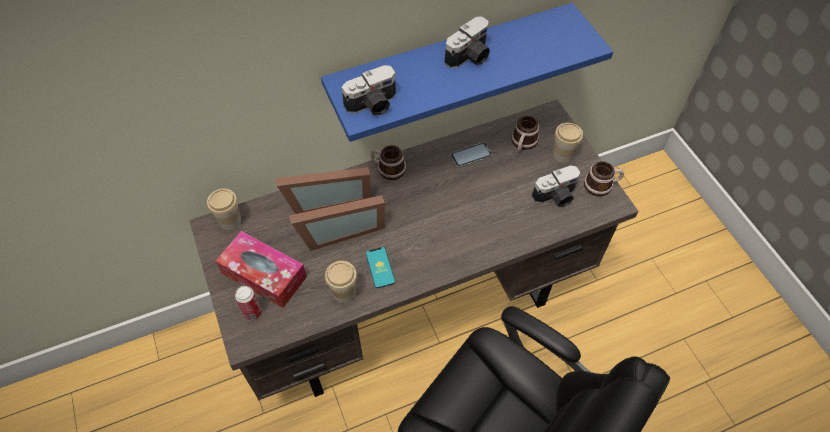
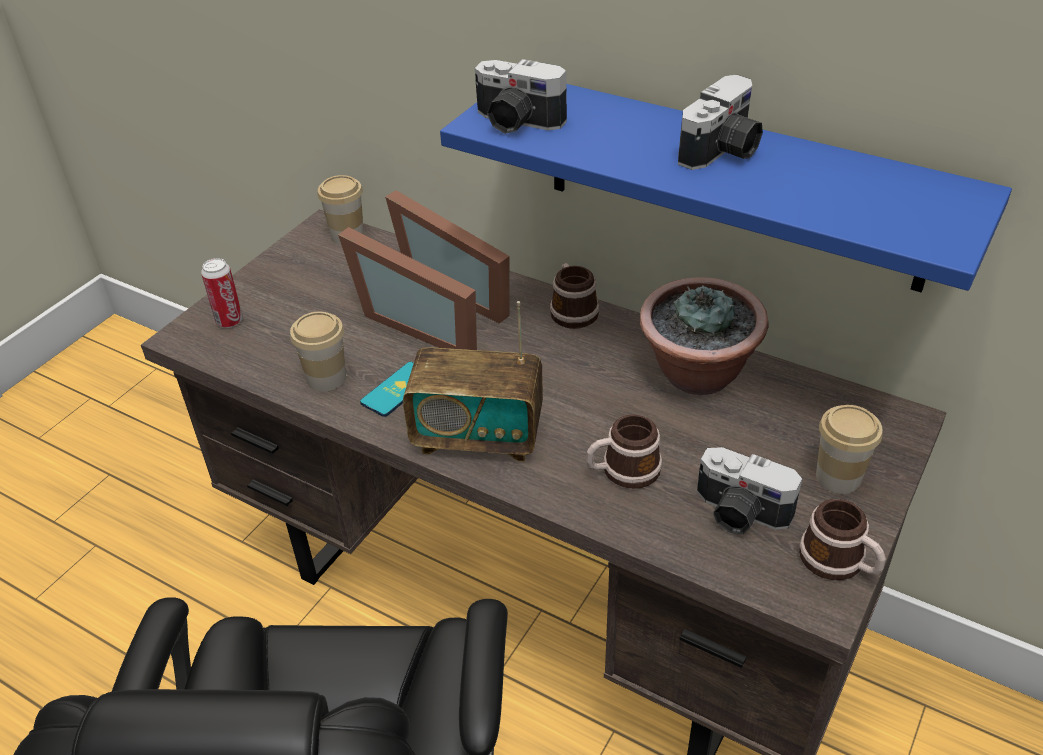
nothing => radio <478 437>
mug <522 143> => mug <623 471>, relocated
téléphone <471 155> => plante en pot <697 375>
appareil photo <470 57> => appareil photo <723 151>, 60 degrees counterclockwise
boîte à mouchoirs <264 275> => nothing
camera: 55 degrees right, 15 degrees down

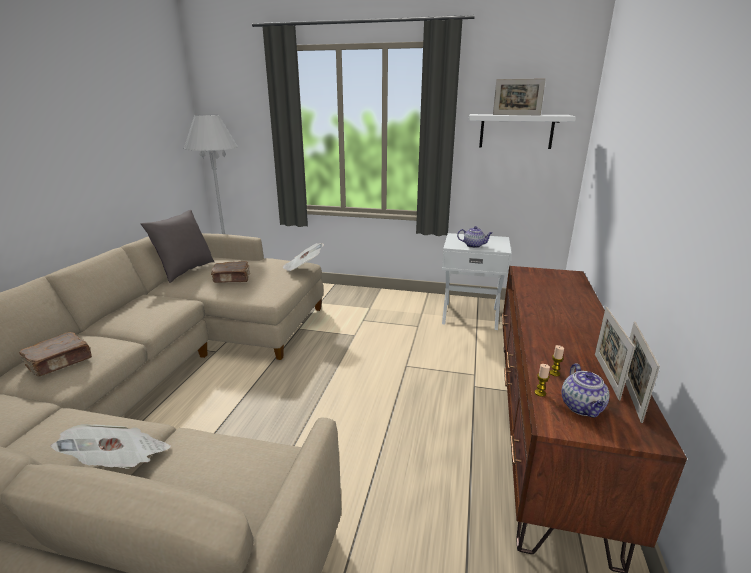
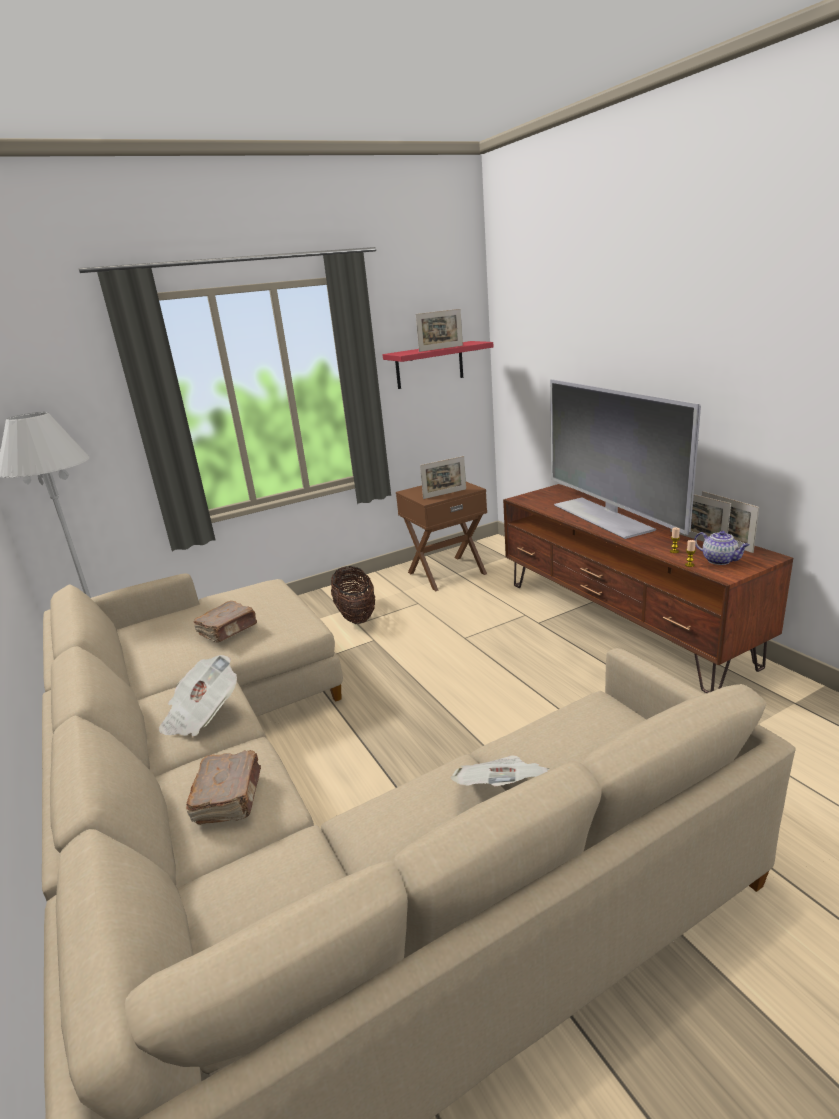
journal <303 267> => journal <202 715>, relocated
nothing => panier <356 615>
étagère (blanc) <516 131> => étagère (rouge) <429 365>
table de chevet (blanc) <470 315> => table de chevet (marron) <446 572>
théière <474 245> => cadre photo <444 494>
nothing => téléviseur <603 516>
coussin (gris) <185 271> => nothing
camera: 40 degrees left, 0 degrees up

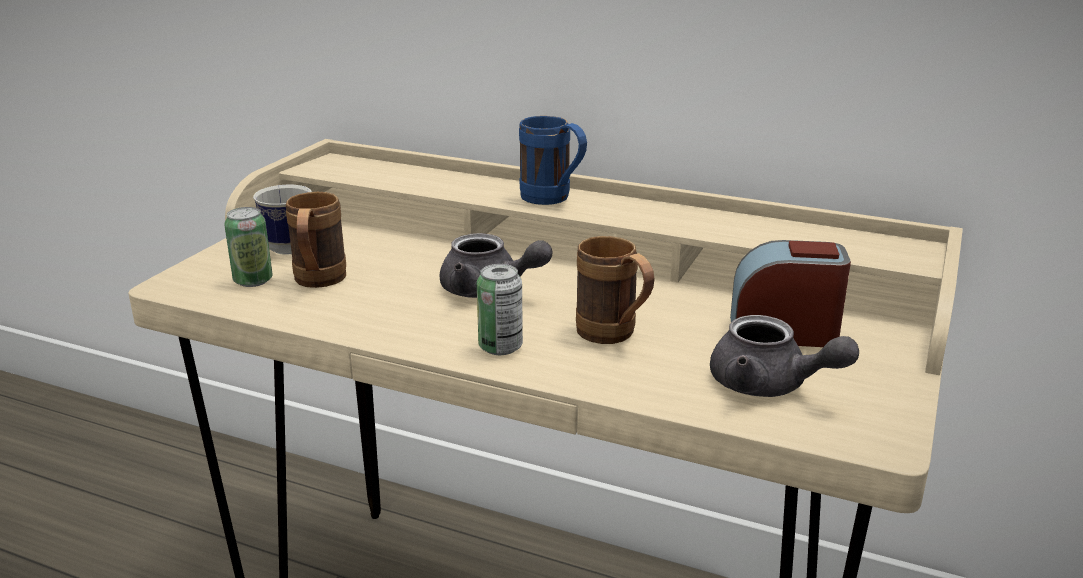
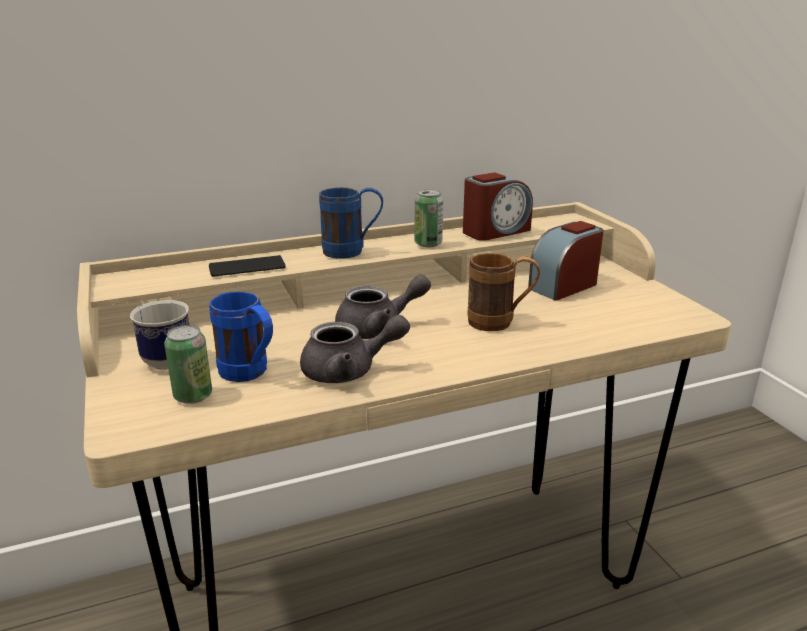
nothing => téléphone <247 267>
mug (marron) <317 282> => mug (bleu) <250 374>
théière (gris) <769 386> => théière (gris) <349 371>, relocated
boîte métallique <500 347> => boîte métallique <428 243>, relocated
nothing => réveil <495 231>
camera: 45 degrees left, 0 degrees up

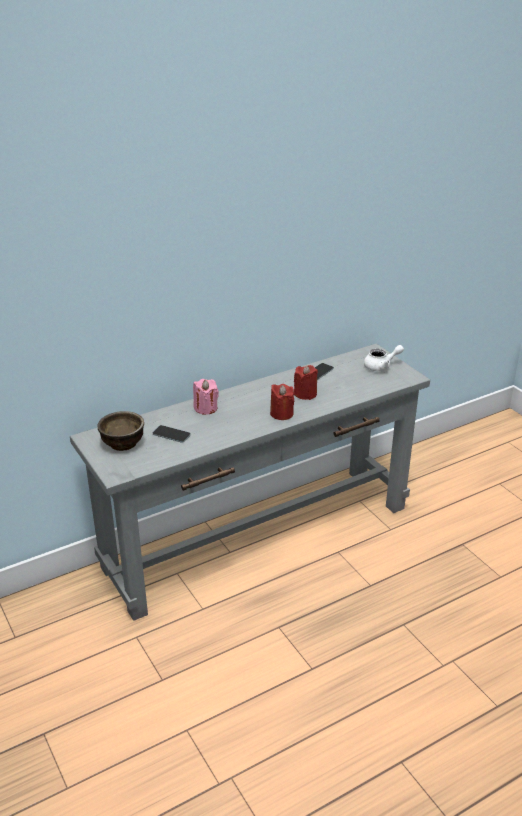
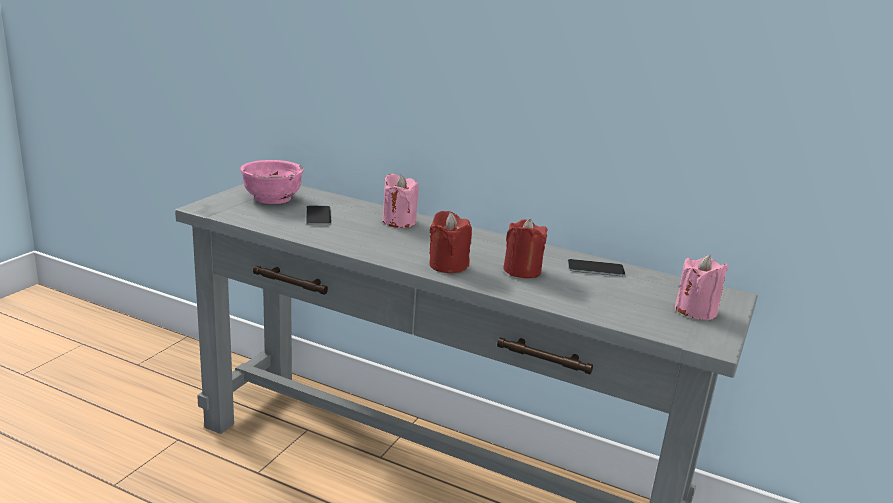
bol (marron) <123 443> => bol (rose) <272 199>
théière (blanc) <381 366> => bougie (rose) <695 311>
camera: 55 degrees right, 10 degrees down

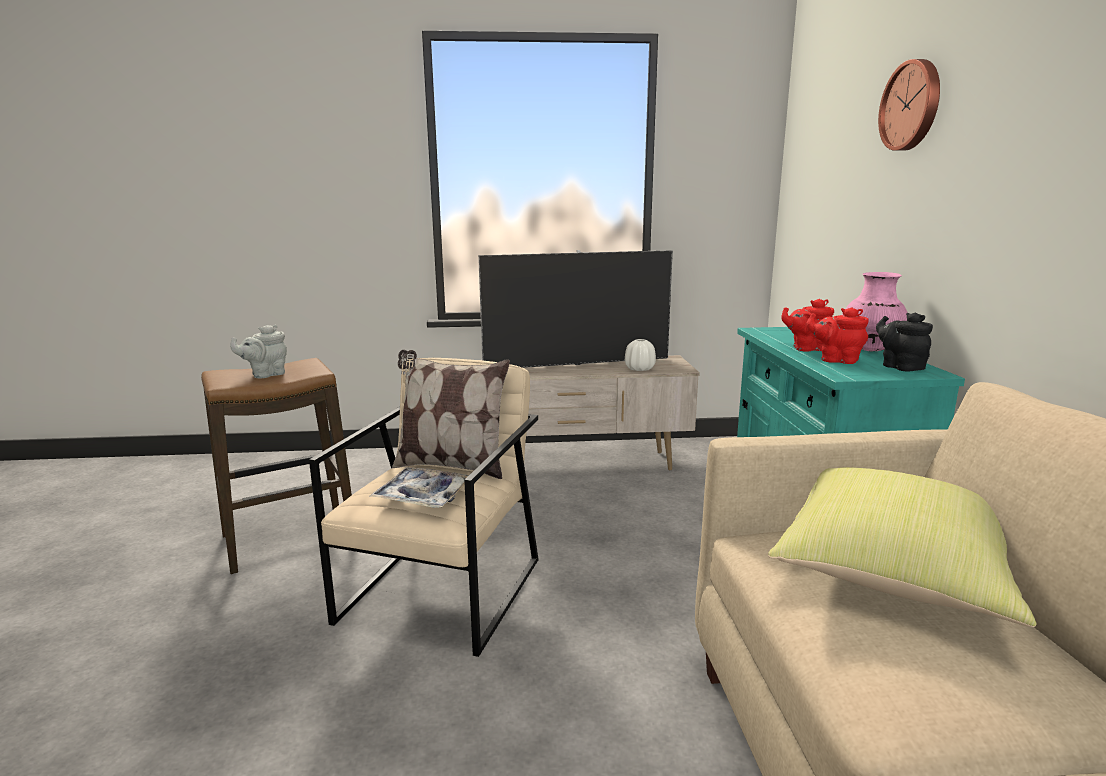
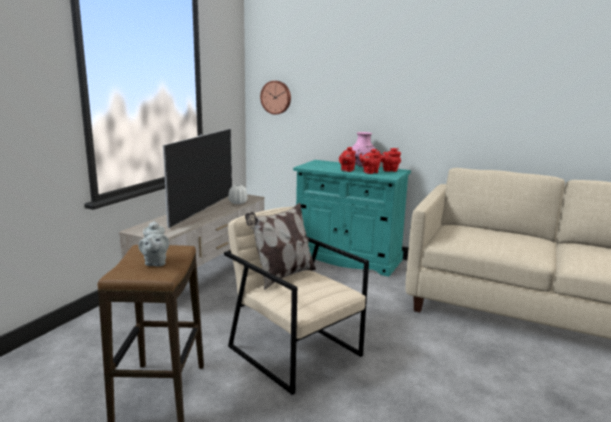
horloge murale <912 106> => horloge murale <276 97>, relocated
théière (noir) <900 366> => théière (rouge) <389 170>
plateau <423 496> => nothing
coussin (jaune) <898 575> => nothing
camera: 60 degrees left, 0 degrees up

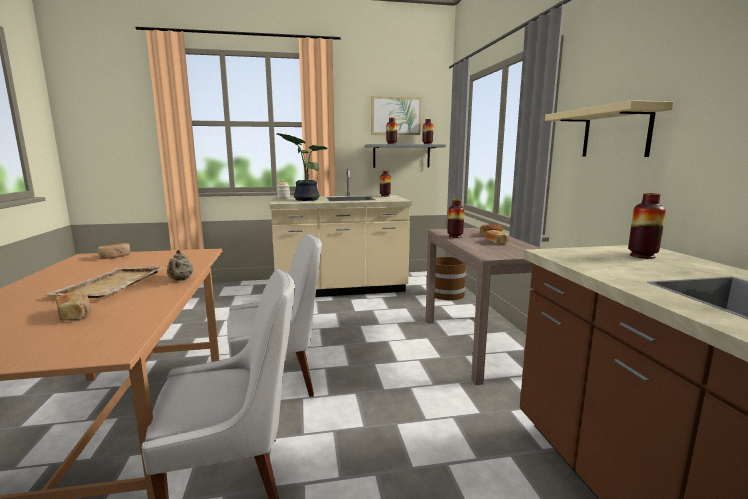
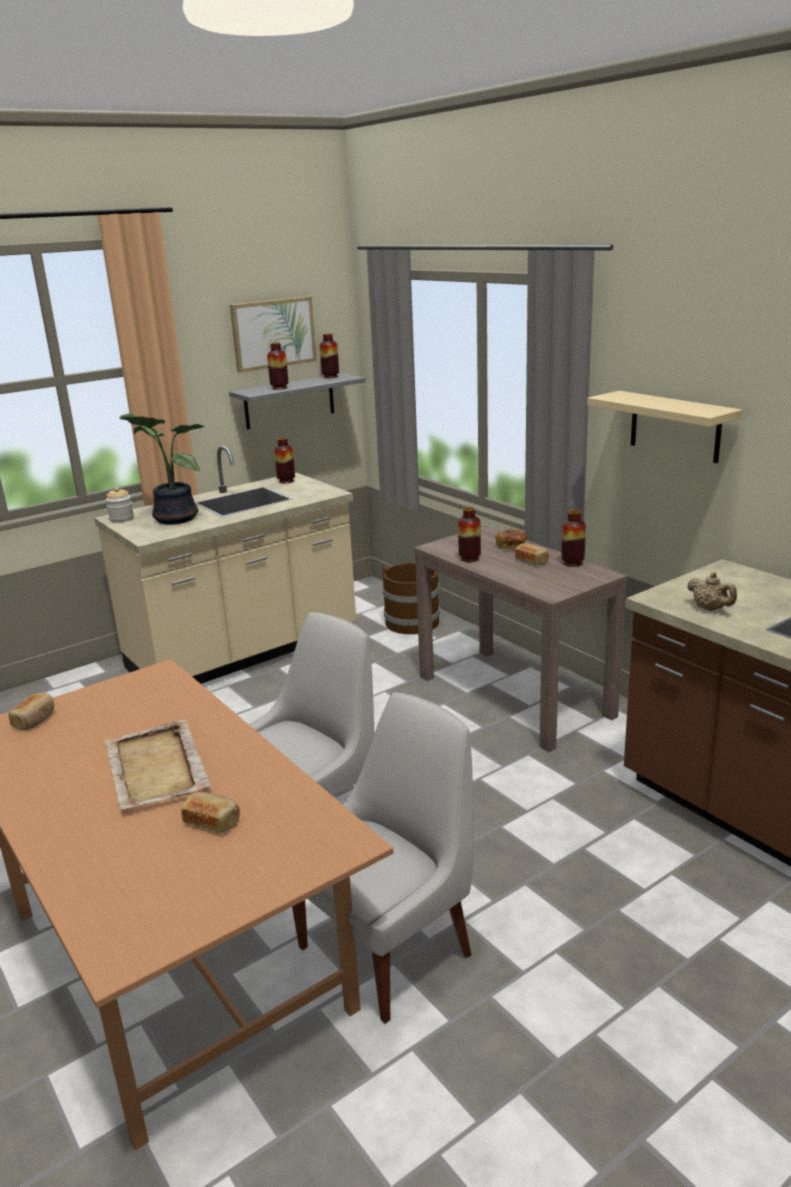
vase <642 256> => vase <572 563>, relocated
théière (beige) <180 280> => théière (beige) <710 609>, relocated
camera: 25 degrees left, 10 degrees up

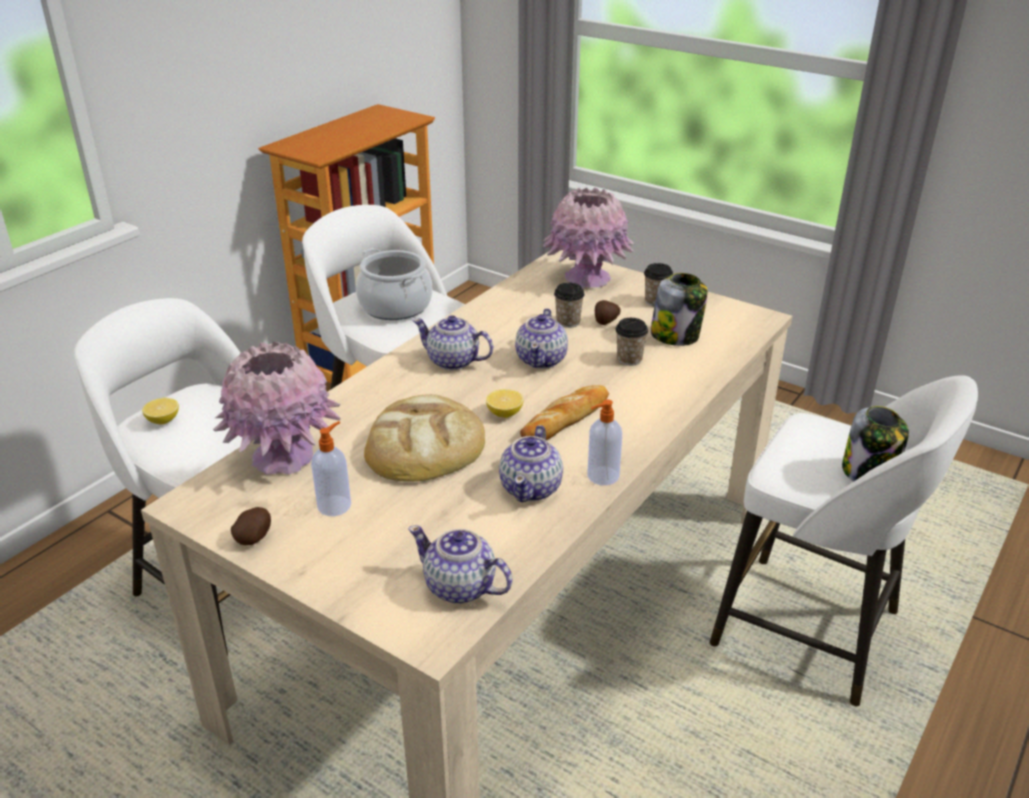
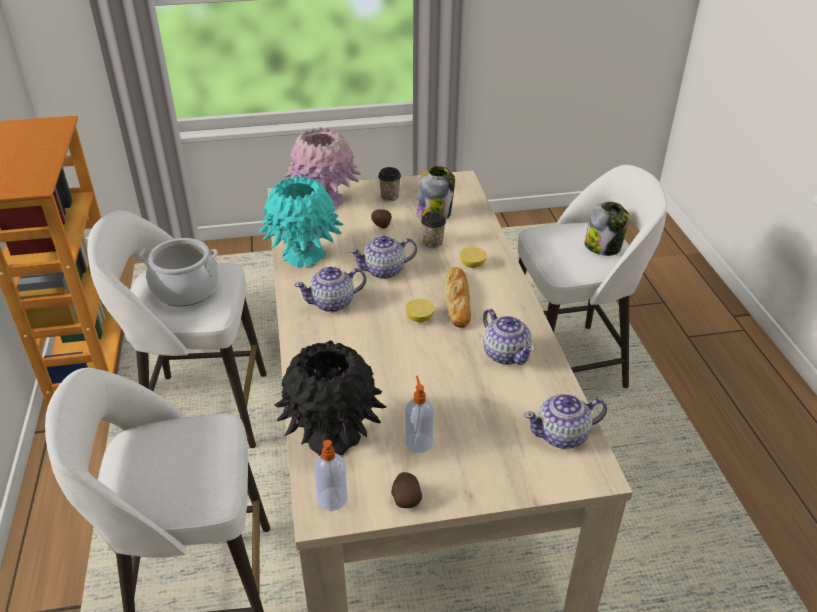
nothing => vase (turquoise) <303 255>
vase (rose) <284 457> => vase (noir) <332 435>
distributeur de savon <602 476> => distributeur de savon <332 500>, relocated
théière <542 359> => théière <384 271>, 105 degrees clockwise
citron <163 420> => citron <472 265>, relocated
pain <424 445> => nothing
tasse <568 322> => nothing
camera: 45 degrees left, 5 degrees up

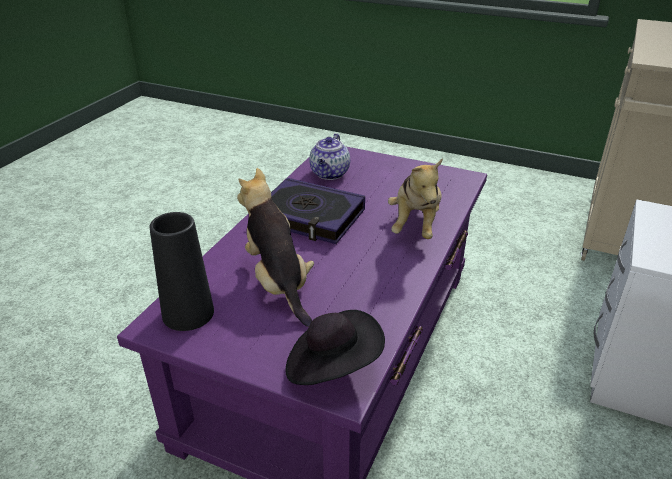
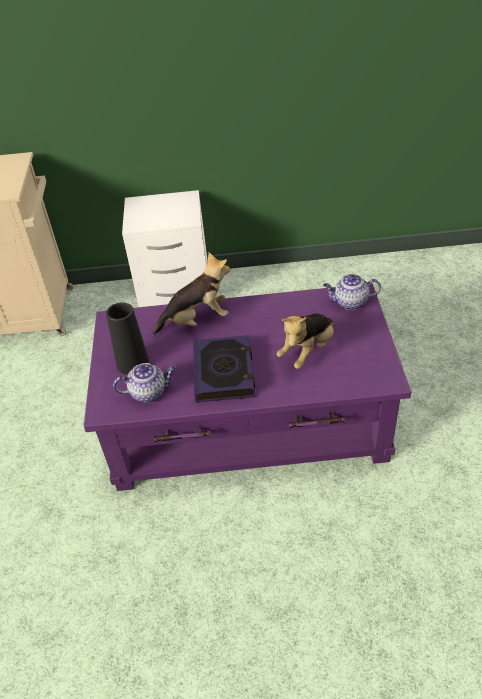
vase (noir) <188 313> => vase (noir) <132 363>, relocated
chapeau (noir) <332 366> => théière <350 303>
camera: 115 degrees left, 10 degrees up

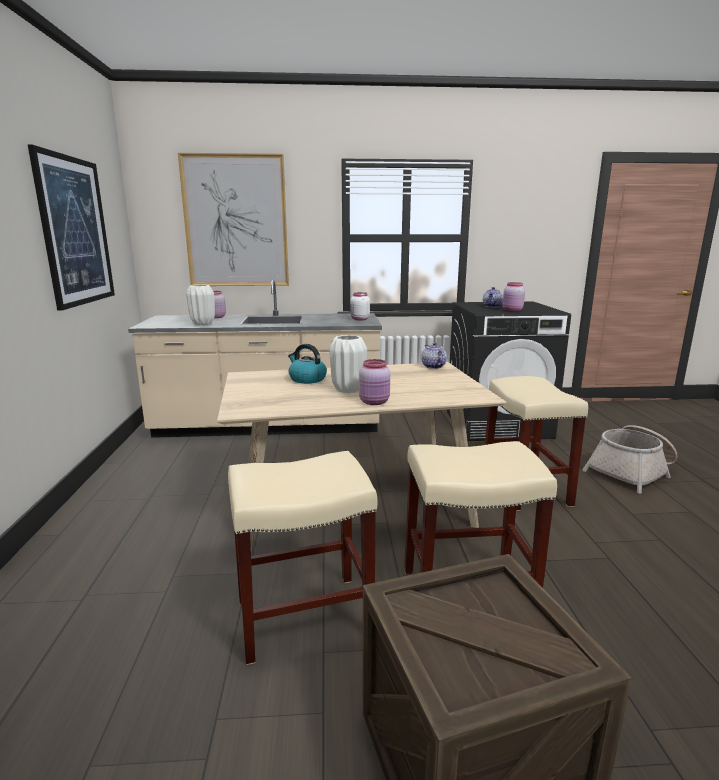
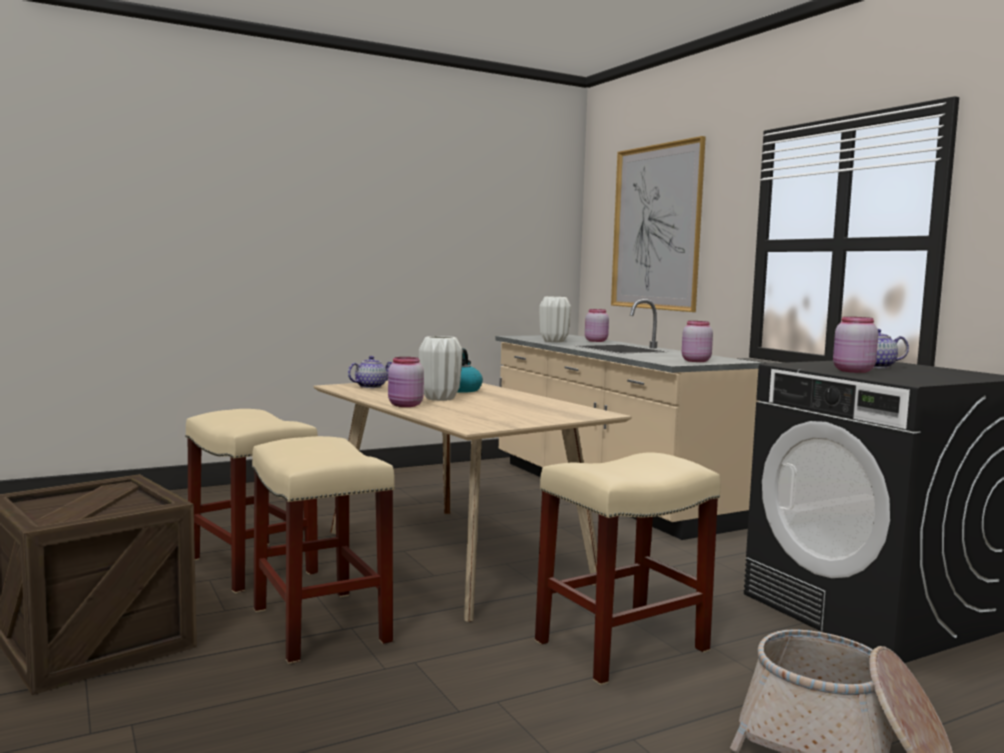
théière <432 366> => théière <370 386>, relocated
bocal (blanc) <359 319> => bocal (rose) <695 361>
tableau <75 231> => nothing
camera: 65 degrees right, 10 degrees down

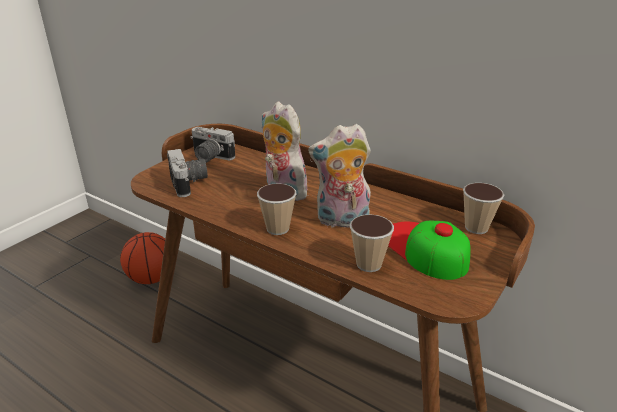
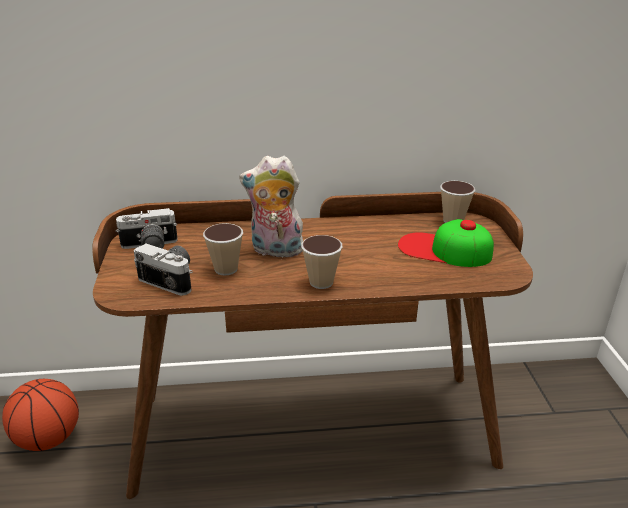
tasse <368 264> => tasse <226 269>, relocated
peluche <341 221> => nothing
camera: 40 degrees left, 0 degrees up

